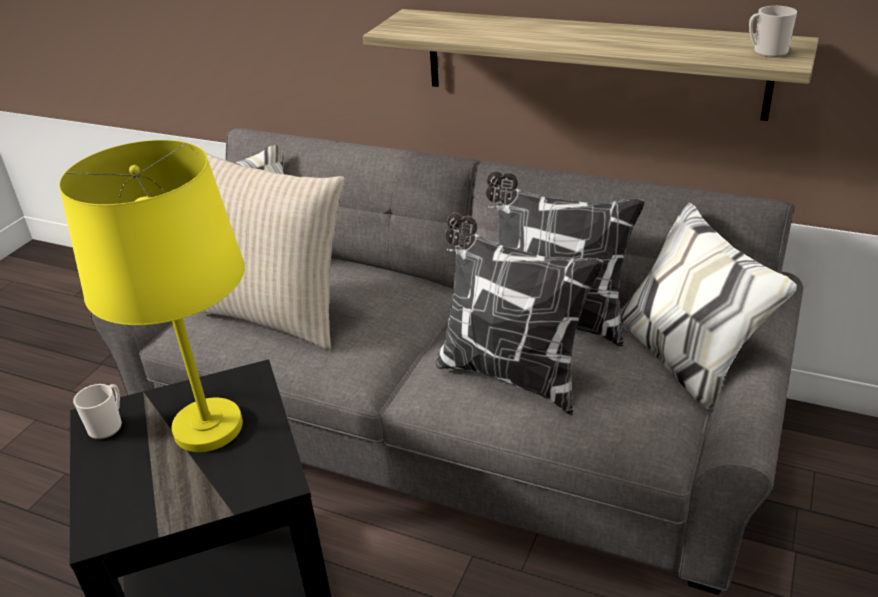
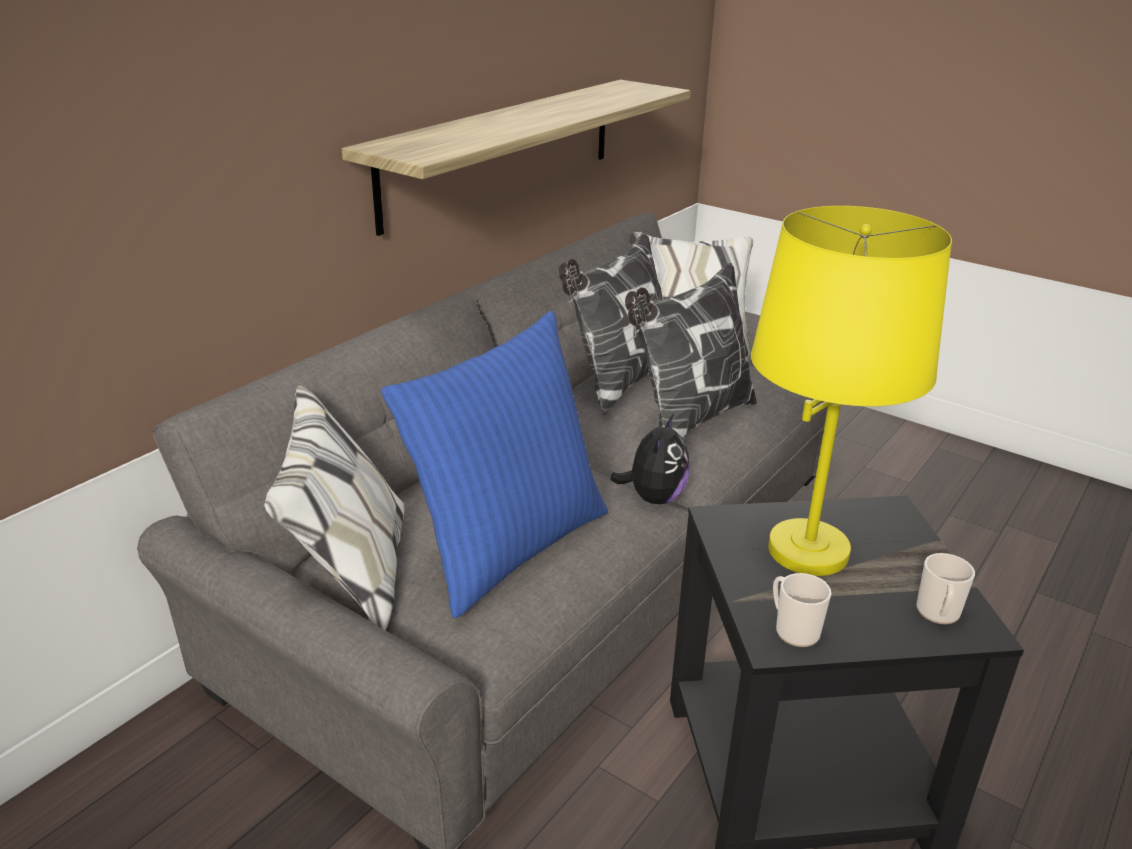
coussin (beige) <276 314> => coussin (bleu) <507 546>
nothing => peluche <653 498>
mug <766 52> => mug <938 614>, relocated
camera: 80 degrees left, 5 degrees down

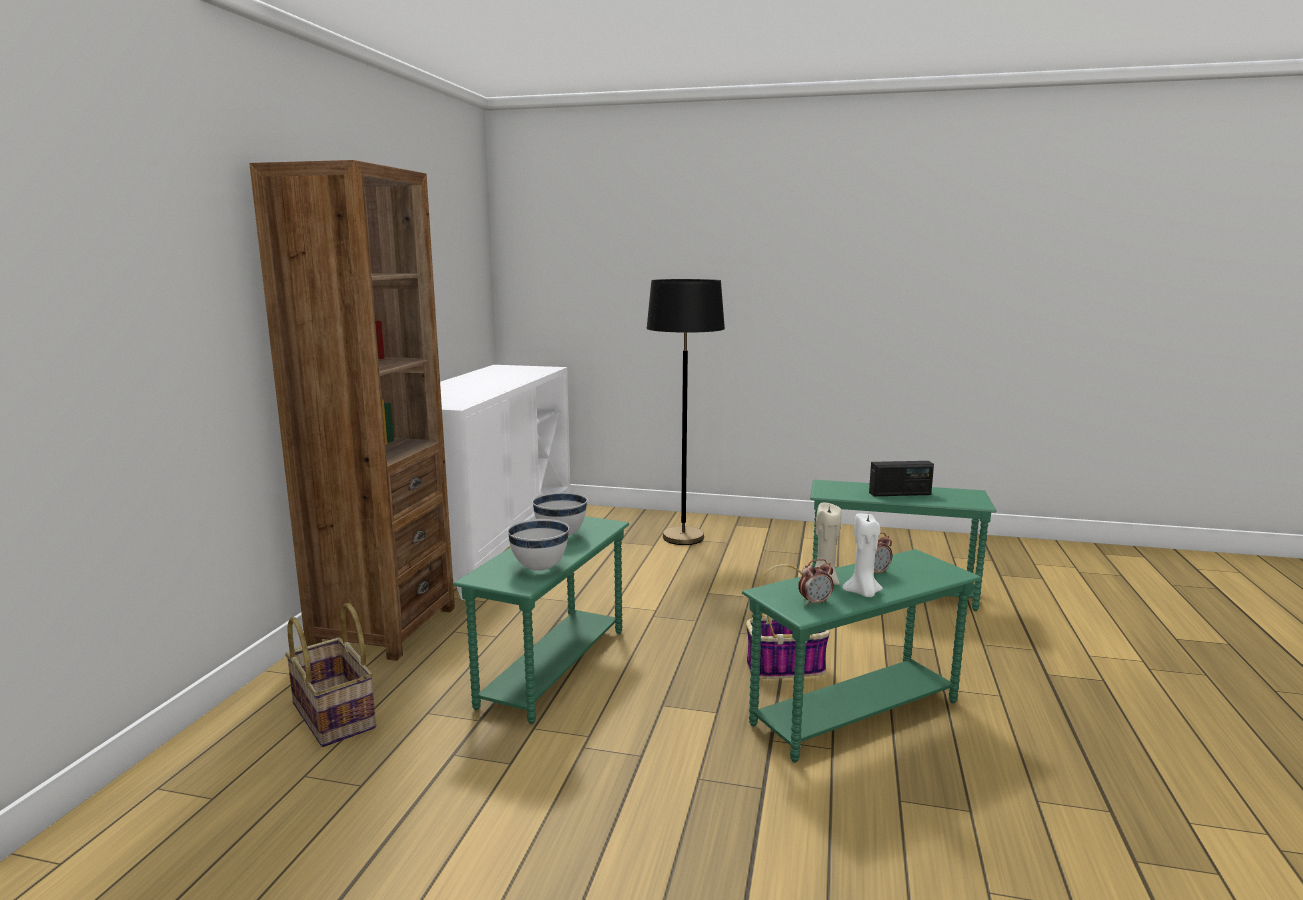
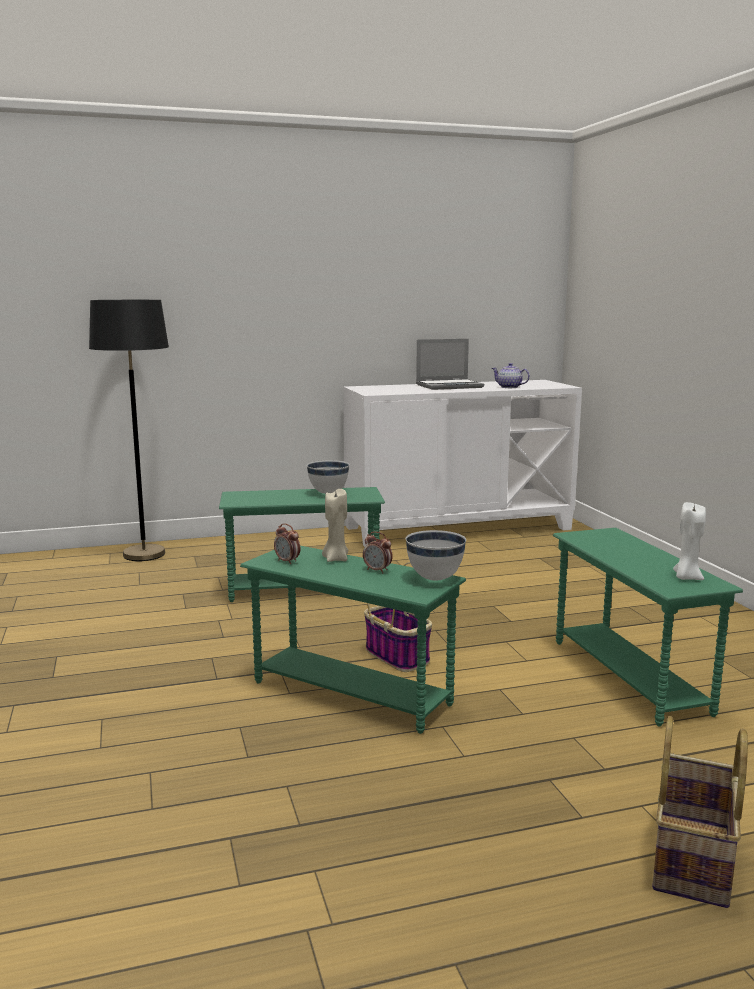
lampadaire (noir) <683 537> => lampadaire (noir) <144 554>, relocated
bol (blanc) <539 568> => bol (blanc) <435 578>, relocated
nothing => ordinateur portable <449 386>
nothing => théière <509 387>
panier <335 715> => panier <693 859>, relocated
bougie (blanc) <863 593> => bougie (blanc) <686 577>, relocated
bibliothèque (marron) <383 627> => nothing
radio <900 494> => nothing
camera: 60 degrees right, 0 degrees up

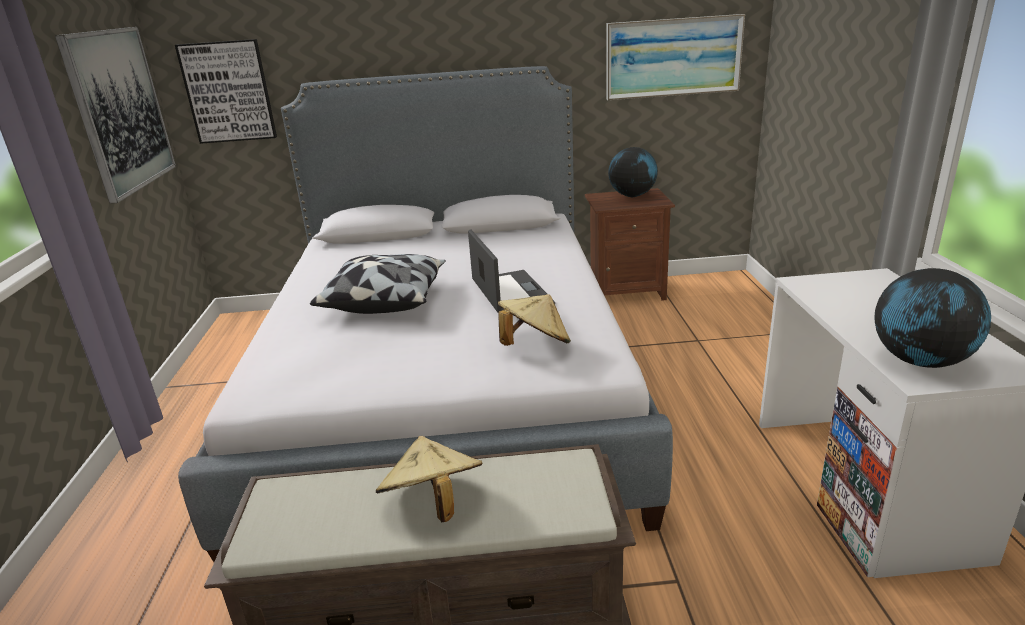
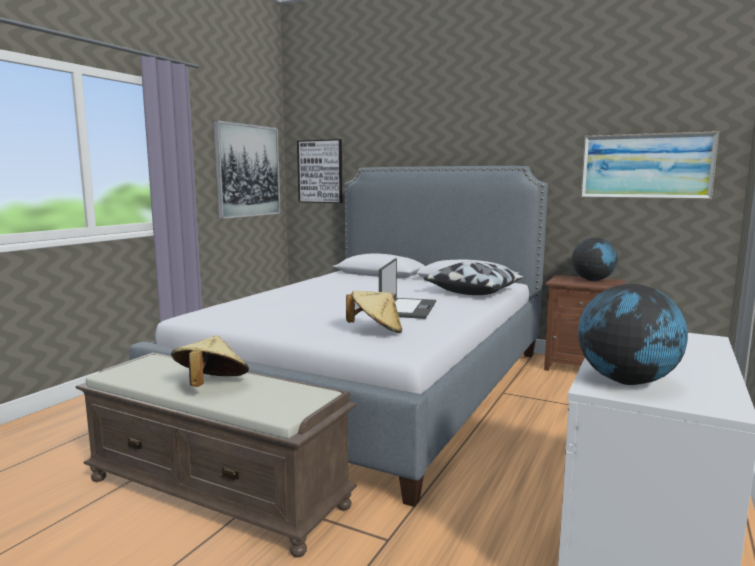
coussin <385 300> => coussin <474 292>, relocated
camera: 30 degrees right, 15 degrees down

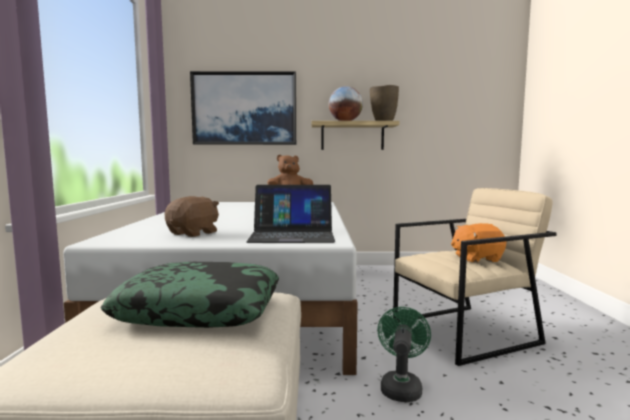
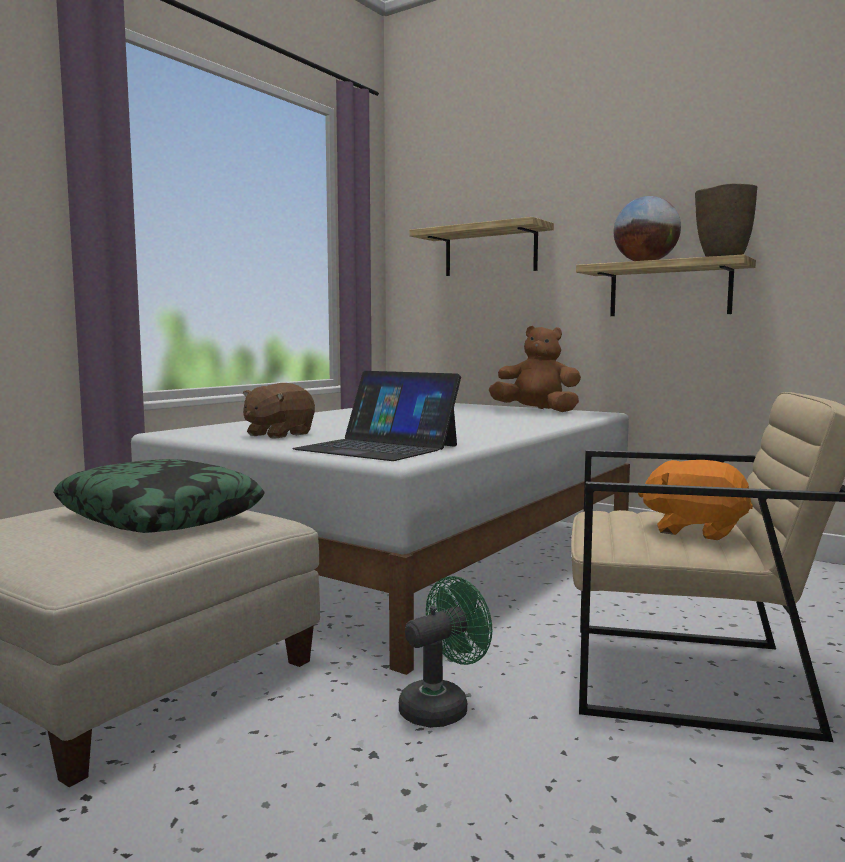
peluche (marron) <194 233> => peluche (marron) <278 434>, 150 degrees clockwise
tableau <244 109> => étagère <490 251>
camera: 35 degrees right, 0 degrees up

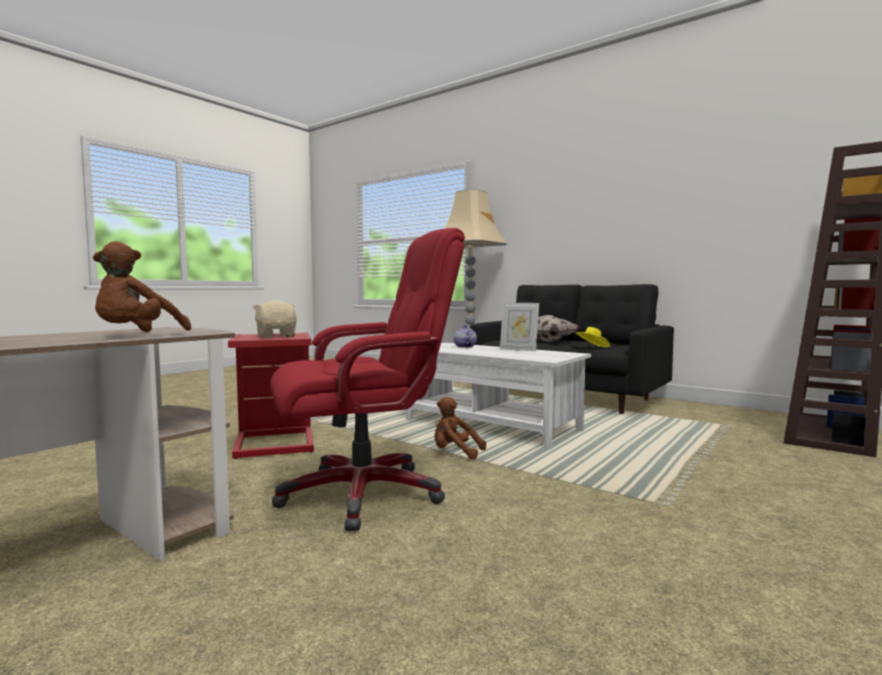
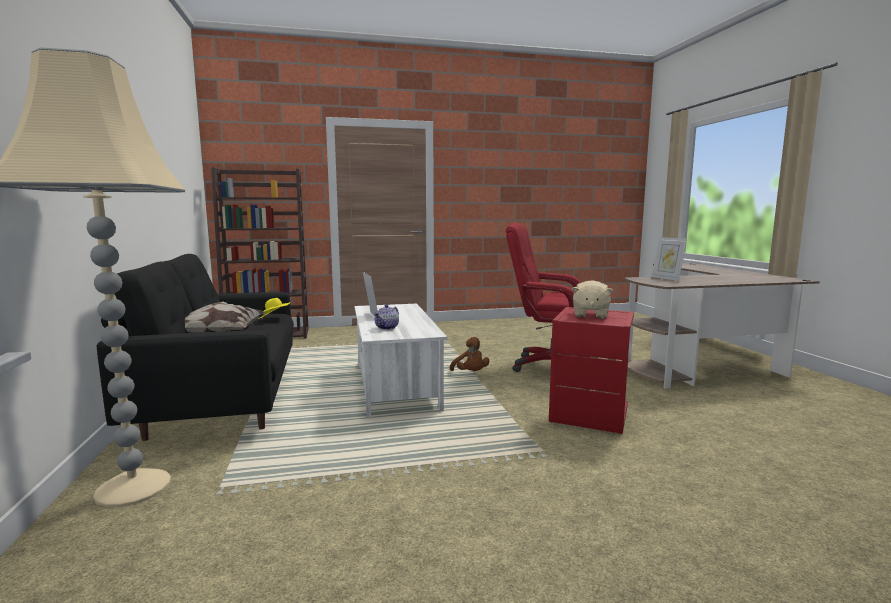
peluche (marron) <137 335> => cadre photo <667 278>
camera: 140 degrees left, 5 degrees up

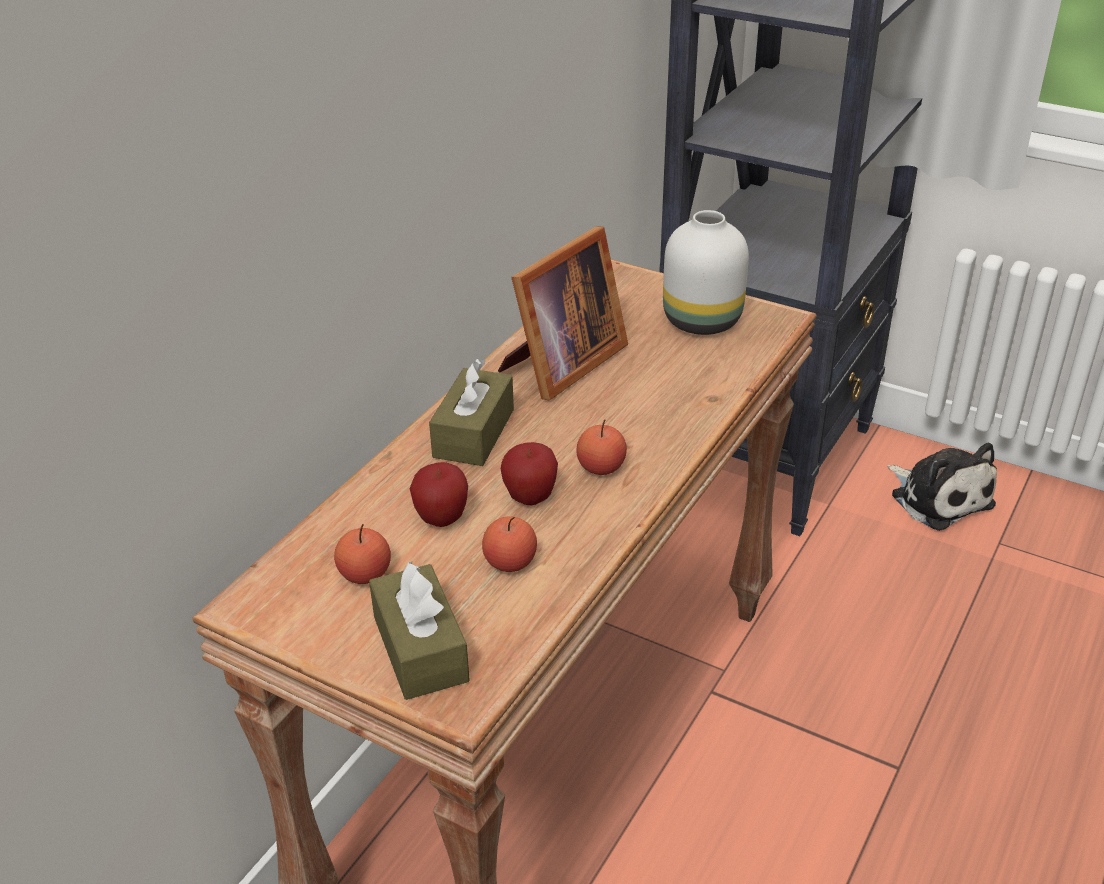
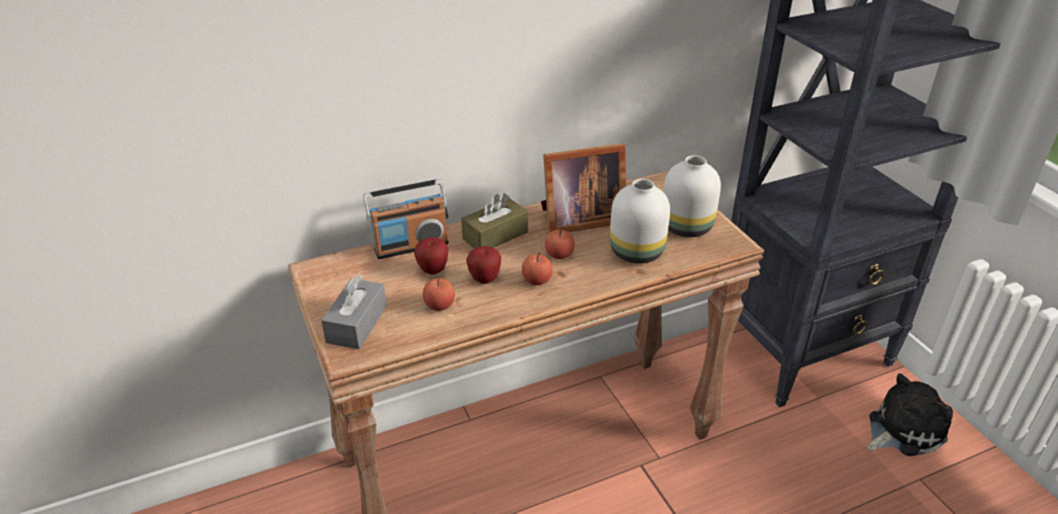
boîte à mouchoirs (marron) <420 649> => boîte à mouchoirs (gris) <357 324>
nothing => radio <411 246>
pomme <365 574> => pomme <559 255>, relocated
nothing => vase (blanc) <638 252>
peluche <938 497> => peluche <902 430>, 120 degrees counterclockwise
camera: 35 degrees right, 0 degrees up

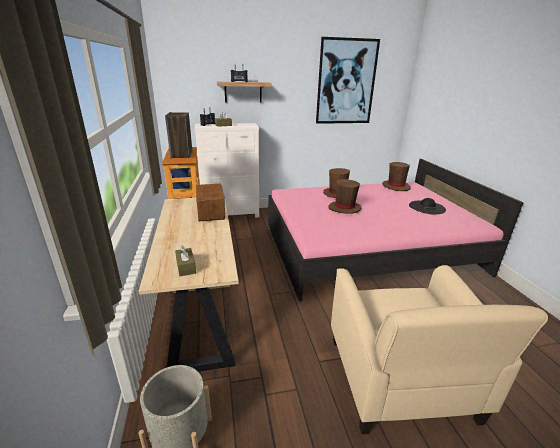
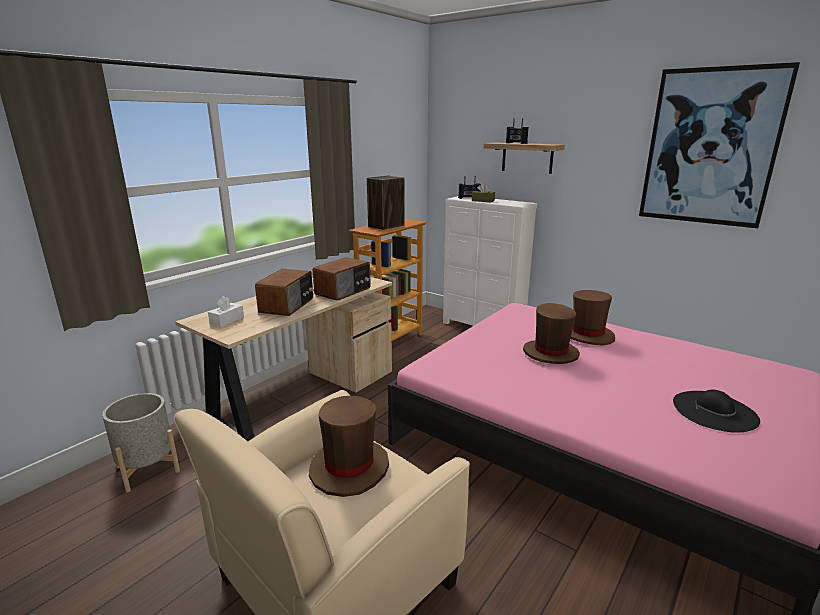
boîte à mouchoirs (marron) <186 267> => boîte à mouchoirs (blanc) <227 320>
nothing => radio <288 305>
chapeau (marron) <396 186> => chapeau (marron) <349 468>, relocated
camera: 50 degrees right, 5 degrees down

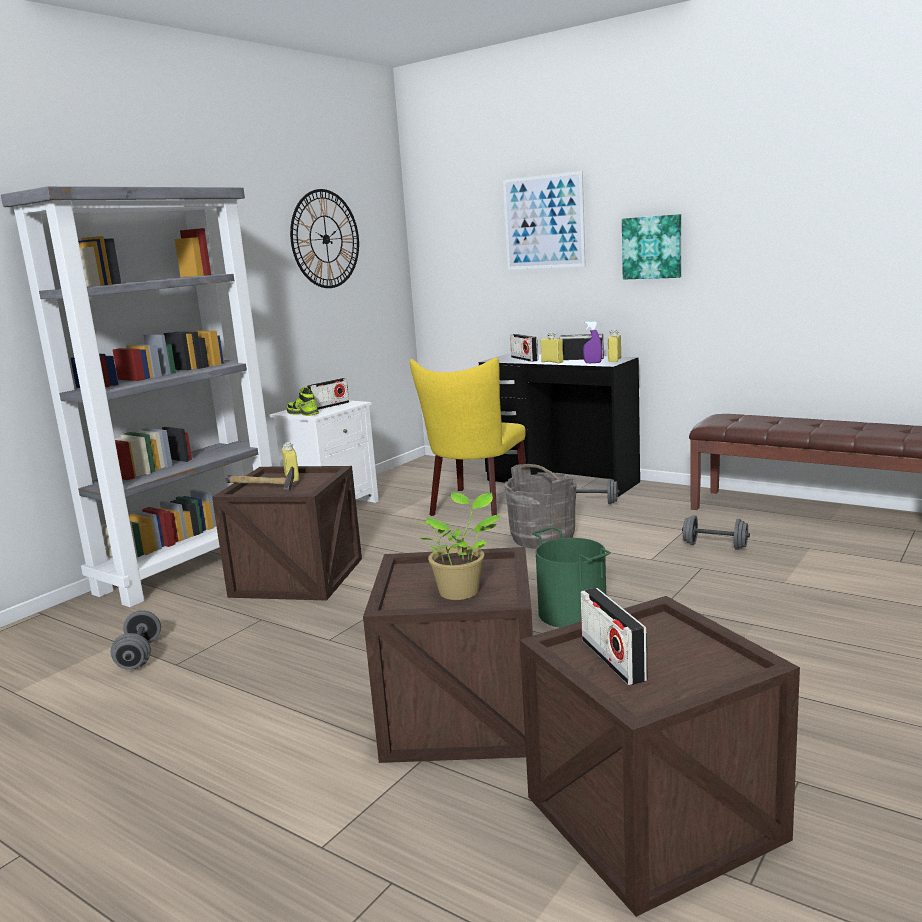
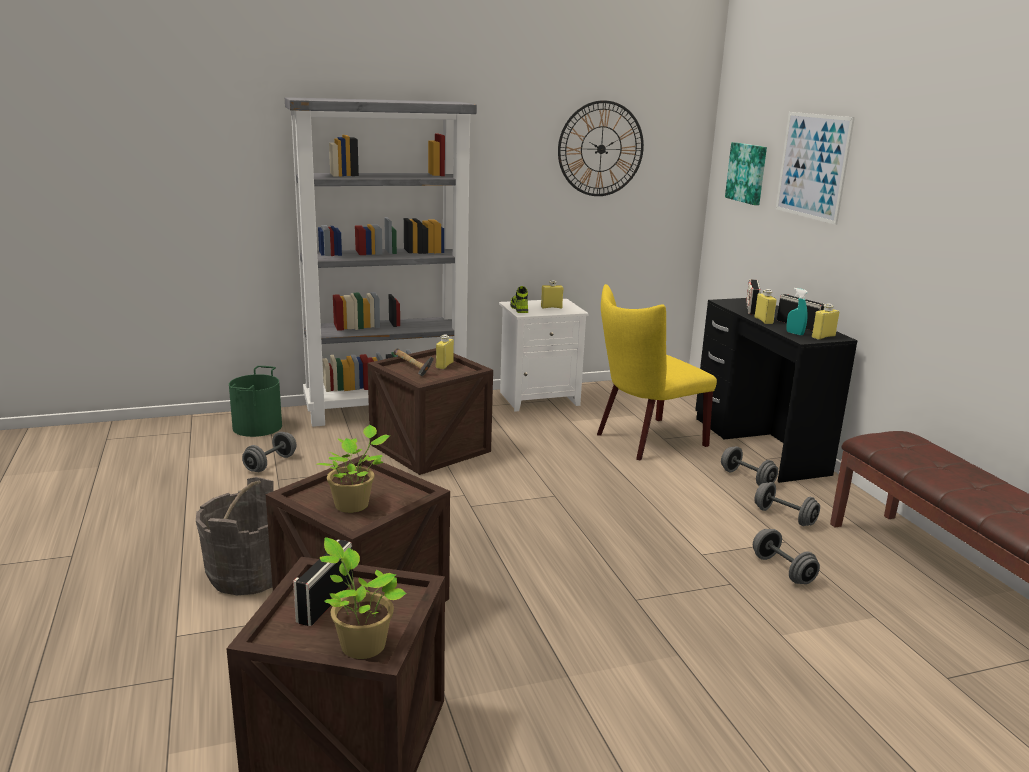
seau (gris) <542 538> => seau (gris) <248 574>, relocated
seau (vert) <573 612> => seau (vert) <258 427>, relocated
nothing => plante en pot <360 644>
radio <329 406> => bouteille (jaune) <551 307>
tableau <652 247> => tableau <747 173>, relocated
nothing => haltère (gris) <784 517>
vaporisateur (violet) <592 363> => vaporisateur (turquoise) <794 333>
camera: 35 degrees right, 5 degrees up

